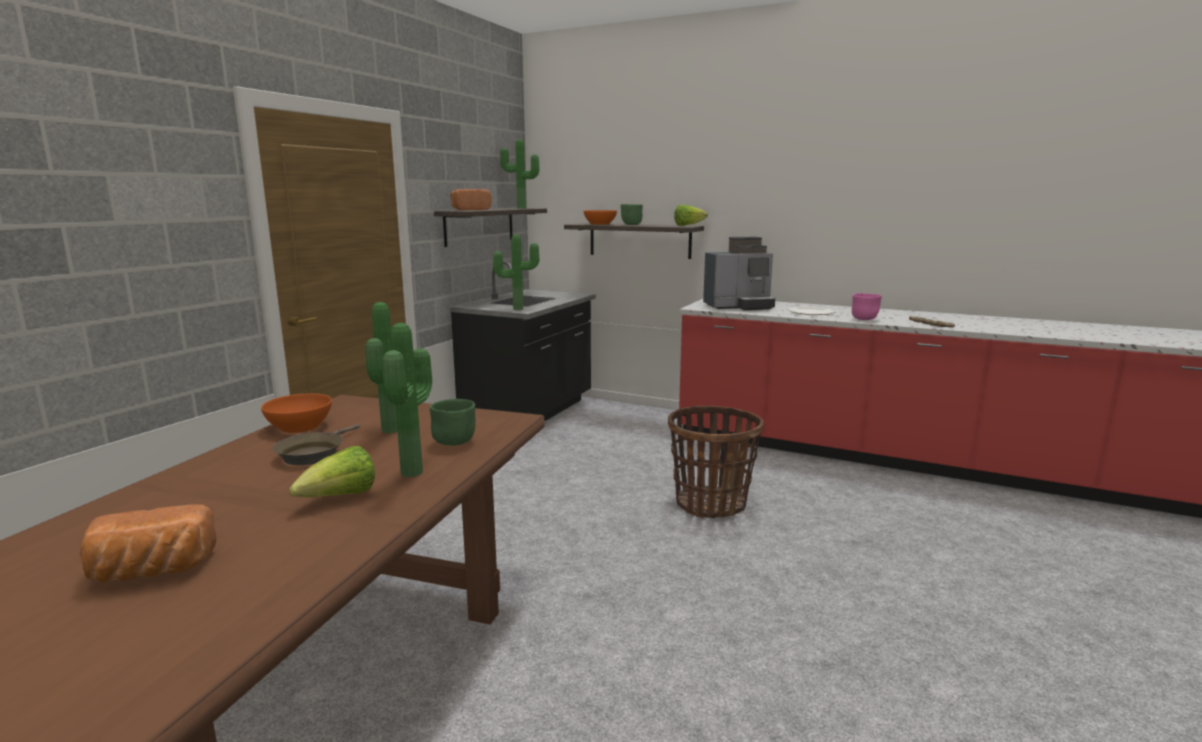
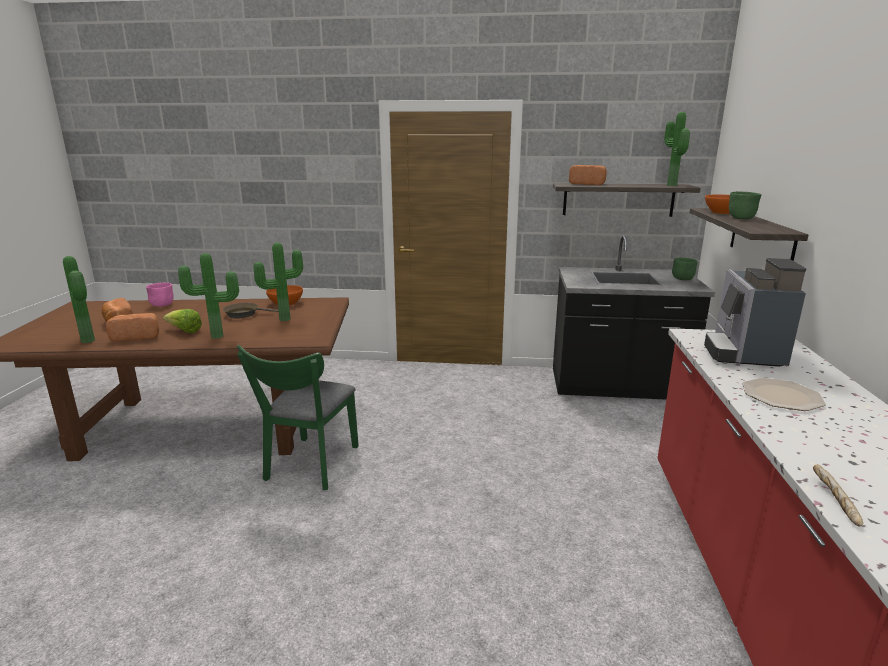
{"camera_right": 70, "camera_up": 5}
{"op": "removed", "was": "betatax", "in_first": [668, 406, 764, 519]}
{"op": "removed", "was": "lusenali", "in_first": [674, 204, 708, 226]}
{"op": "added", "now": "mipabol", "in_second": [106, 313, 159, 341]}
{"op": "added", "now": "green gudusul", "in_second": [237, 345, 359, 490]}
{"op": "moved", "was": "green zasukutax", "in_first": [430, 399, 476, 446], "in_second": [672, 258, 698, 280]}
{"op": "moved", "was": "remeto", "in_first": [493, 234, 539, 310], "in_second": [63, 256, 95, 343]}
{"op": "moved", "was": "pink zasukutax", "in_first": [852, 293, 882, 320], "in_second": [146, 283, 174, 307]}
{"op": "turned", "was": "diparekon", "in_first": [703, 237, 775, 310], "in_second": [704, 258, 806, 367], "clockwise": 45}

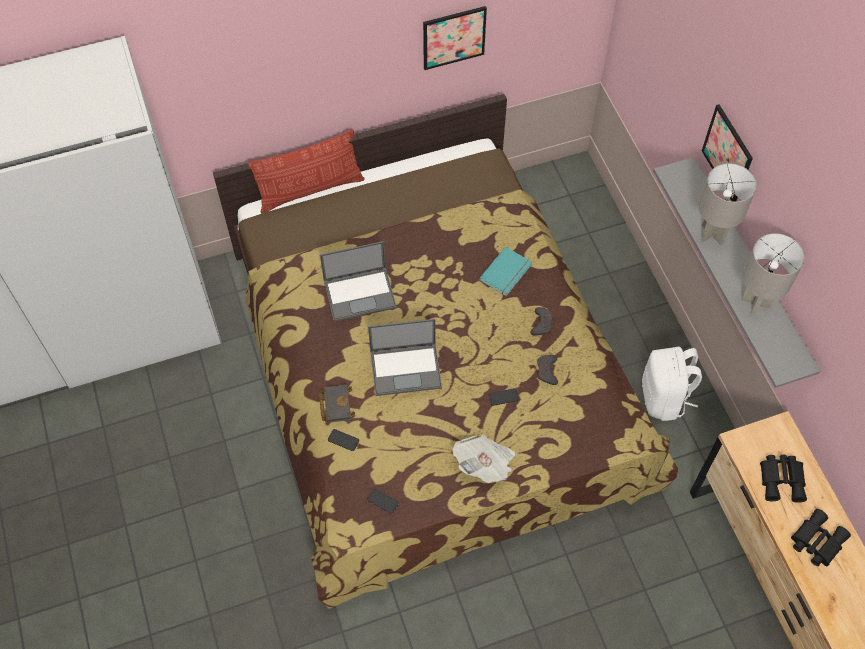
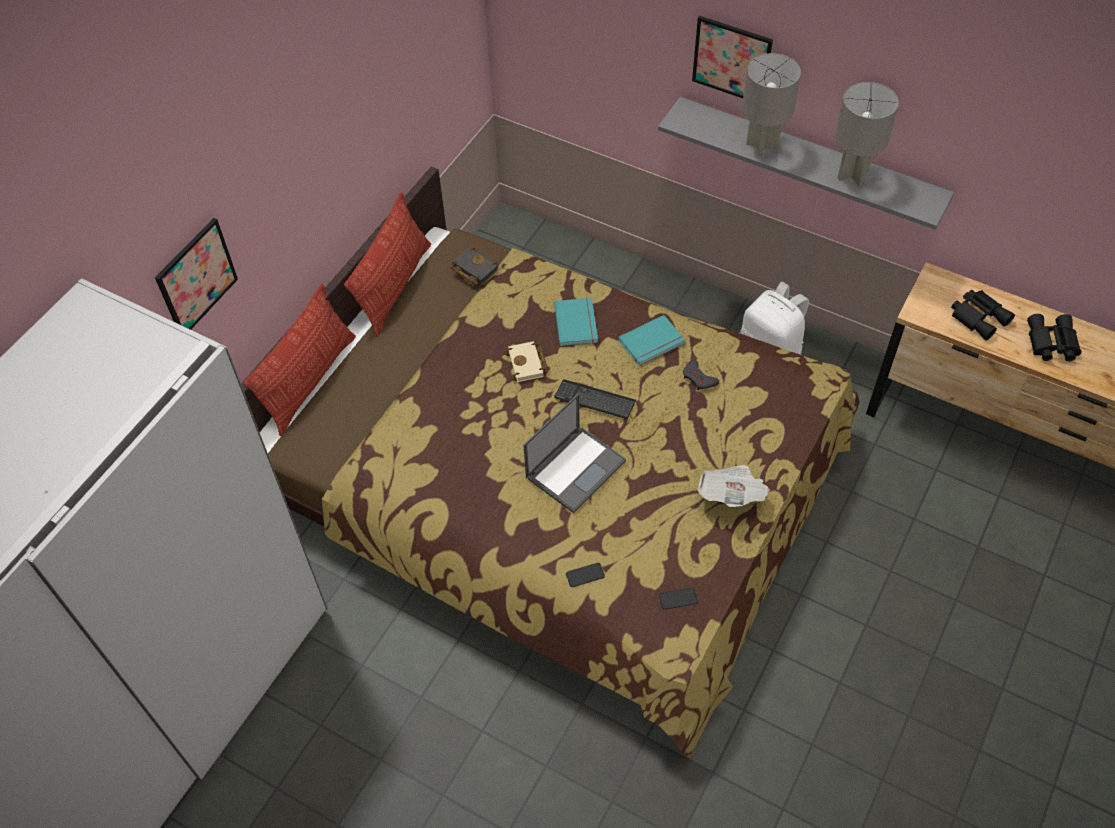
{"camera_right": -40, "camera_up": -5}
{"op": "removed", "was": "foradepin", "in_first": [320, 241, 397, 322]}
{"op": "removed", "was": "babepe", "in_first": [488, 388, 519, 406]}
{"op": "added", "now": "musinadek", "in_second": [344, 192, 431, 337]}
{"op": "added", "now": "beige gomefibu", "in_second": [504, 341, 548, 382]}
{"op": "added", "now": "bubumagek", "in_second": [554, 379, 636, 419]}
{"op": "moved", "was": "black gomefibu", "in_first": [319, 384, 355, 423], "in_second": [451, 247, 499, 285]}
{"op": "moved", "was": "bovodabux", "in_first": [423, 6, 487, 70], "in_second": [155, 218, 238, 330]}
{"op": "replaced", "was": "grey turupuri", "now": "turquoise gomefibu", "in_first": [530, 307, 554, 336], "in_second": [618, 315, 685, 366]}

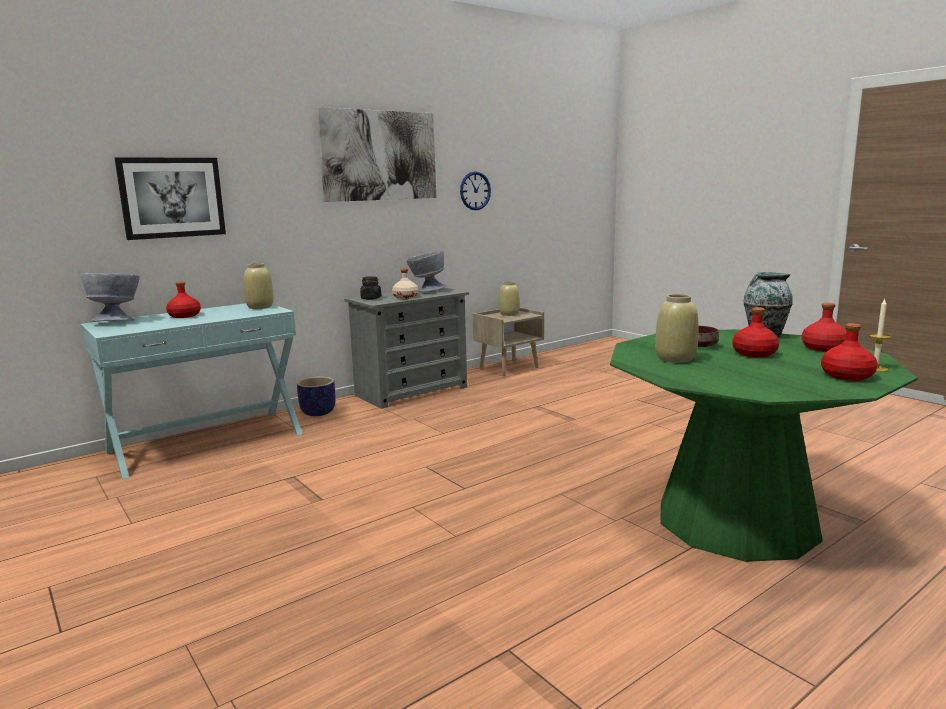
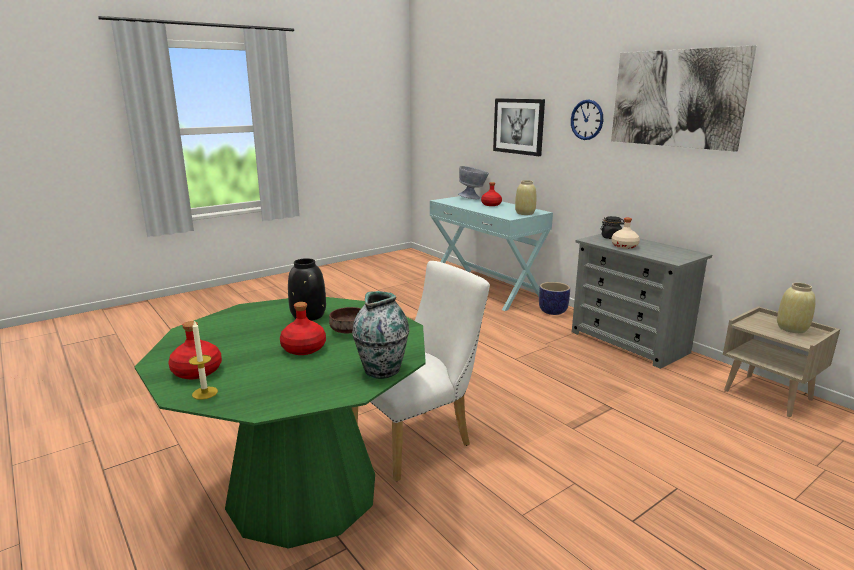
{"camera_right": 90, "camera_up": 5}
{"op": "removed", "was": "grey zasukutax", "in_first": [406, 251, 446, 292]}
{"op": "removed", "was": "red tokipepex", "in_first": [802, 303, 846, 352]}
{"op": "added", "now": "white gudusul", "in_second": [352, 261, 490, 481]}
{"op": "moved", "was": "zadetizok", "in_first": [460, 171, 491, 210], "in_second": [571, 100, 603, 140]}
{"op": "recoloured", "was": "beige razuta", "now": "black razuta", "in_first": [655, 294, 699, 363], "in_second": [288, 258, 326, 321]}

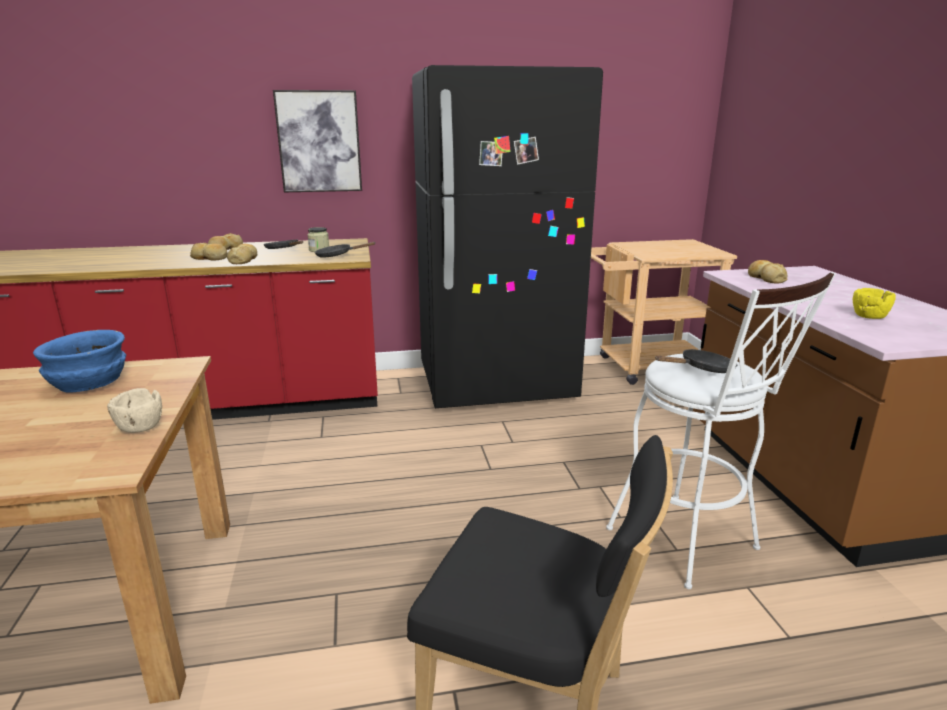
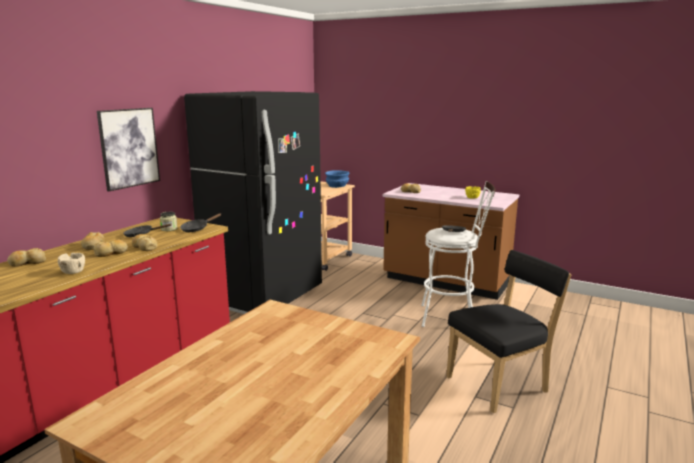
{"camera_right": -50, "camera_up": -5}
{"op": "added", "now": "mipabol", "in_second": [7, 248, 46, 267]}
{"op": "moved", "was": "blue zasukutax", "in_first": [33, 330, 126, 393], "in_second": [325, 170, 349, 188]}
{"op": "moved", "was": "beige zasukutax", "in_first": [107, 388, 162, 433], "in_second": [58, 253, 85, 274]}

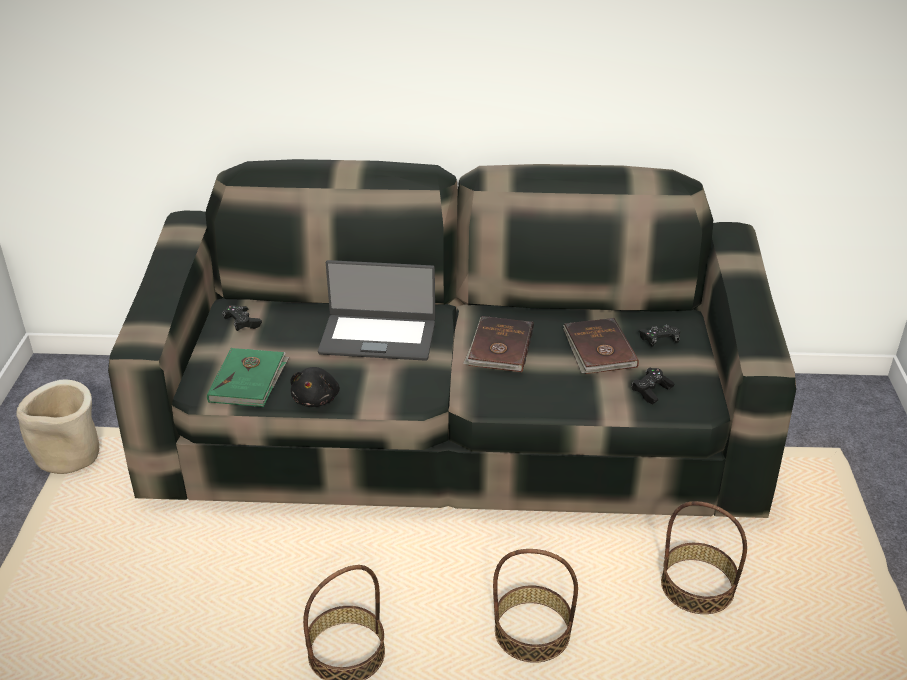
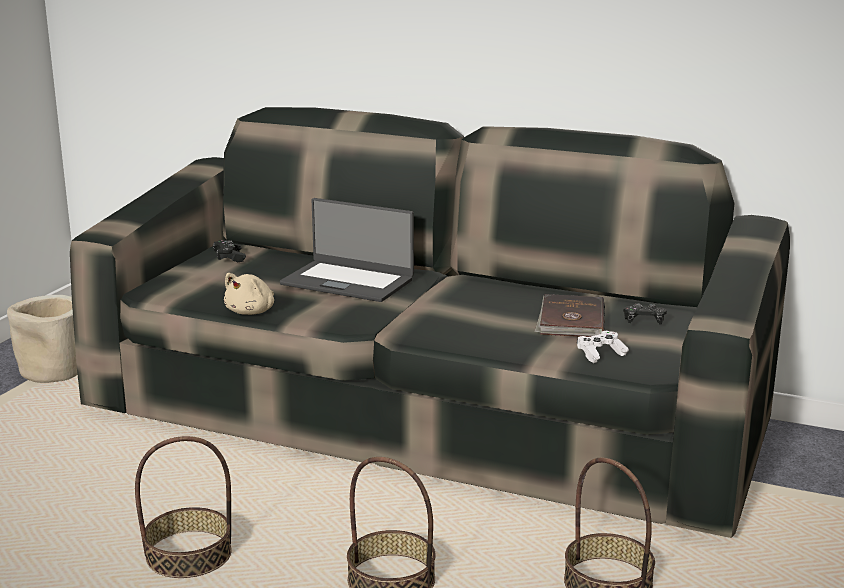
{"camera_right": 20, "camera_up": -15}
{"op": "removed", "was": "green gomefibu", "in_first": [207, 348, 289, 407]}
{"op": "removed", "was": "brown gomefibu", "in_first": [463, 316, 534, 372]}
{"op": "recoloured", "was": "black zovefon", "now": "beige zovefon", "in_first": [290, 367, 340, 407], "in_second": [224, 273, 274, 315]}
{"op": "recoloured", "was": "black turupuri", "now": "white turupuri", "in_first": [631, 368, 674, 405], "in_second": [577, 331, 629, 363]}

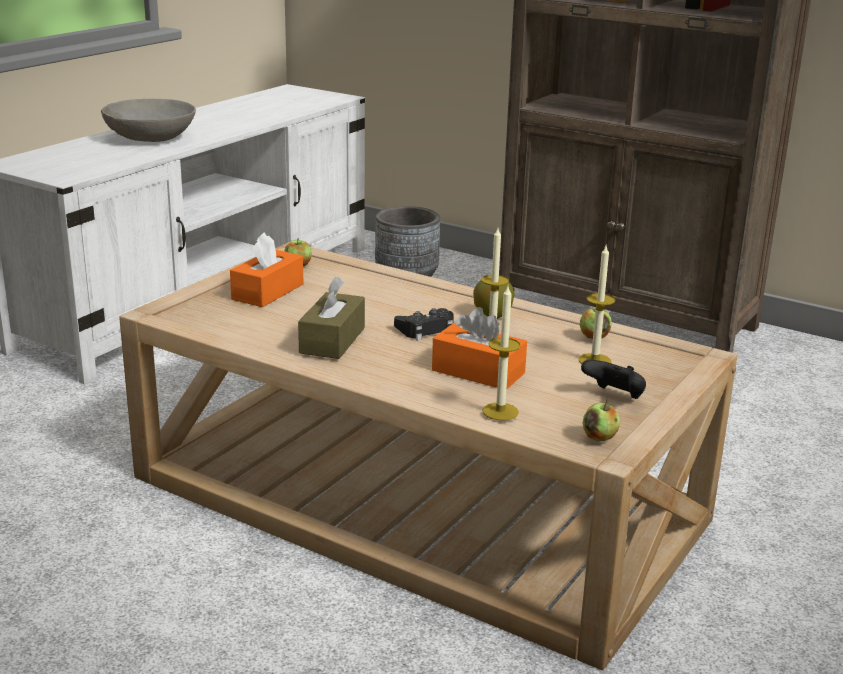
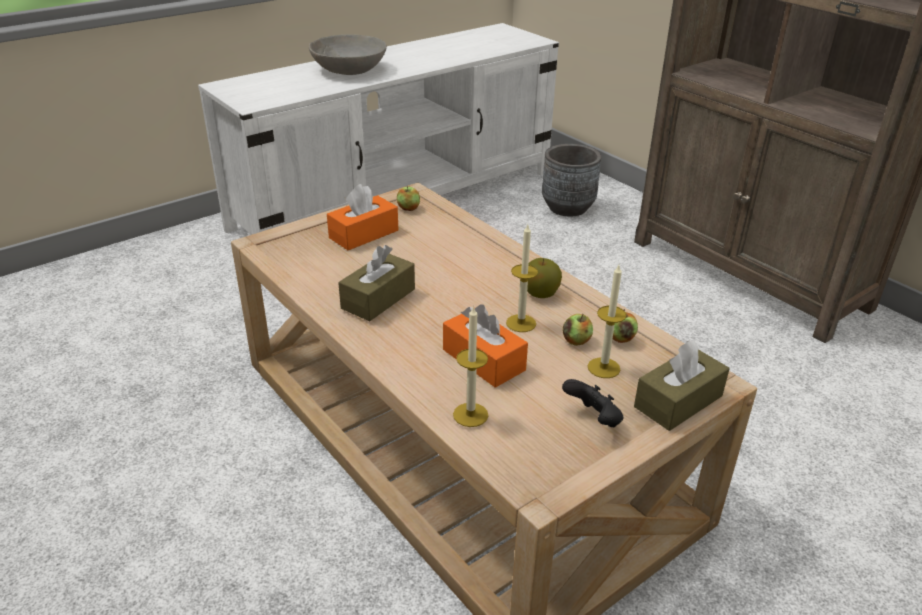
{"camera_right": 20, "camera_up": 10}
{"op": "removed", "was": "black turupuri", "in_first": [394, 308, 454, 340]}
{"op": "added", "now": "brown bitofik", "in_second": [634, 340, 730, 431]}
{"op": "moved", "was": "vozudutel", "in_first": [583, 400, 620, 441], "in_second": [563, 314, 593, 346]}

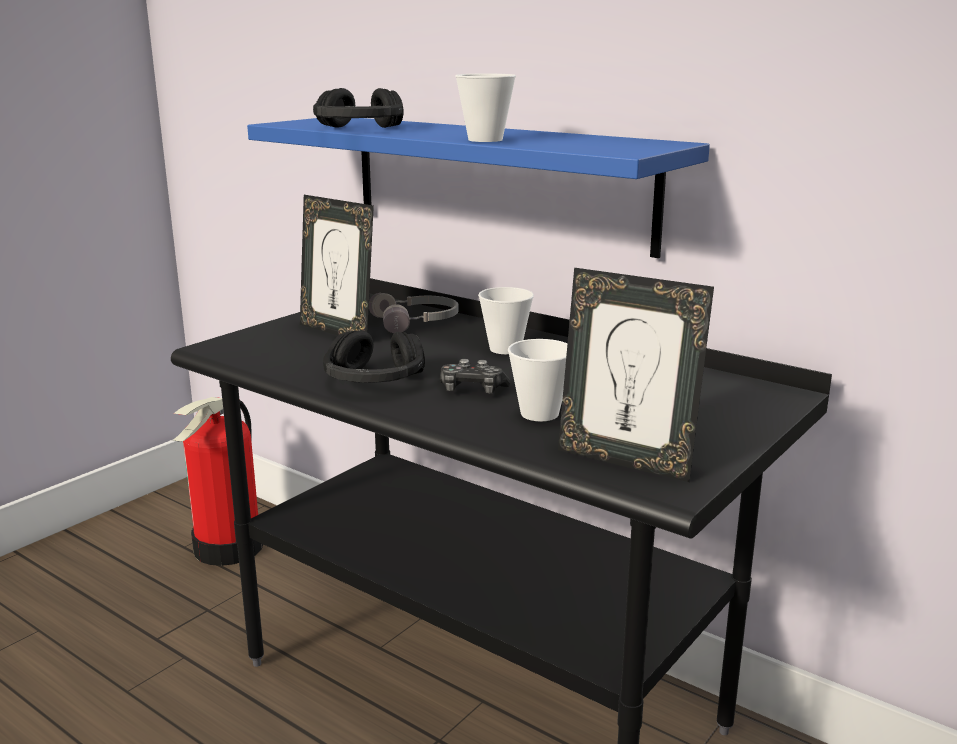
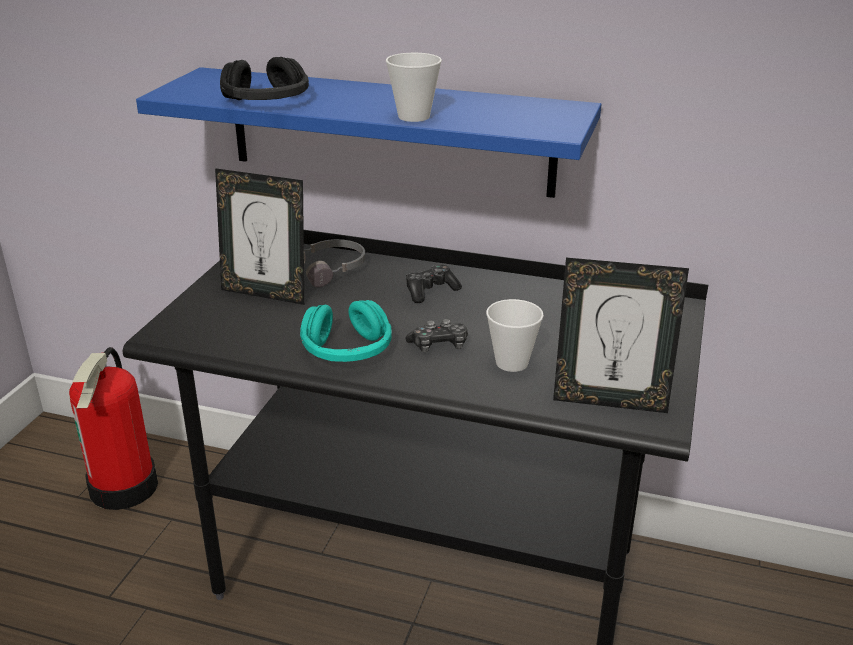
{"camera_right": -20, "camera_up": 10}
{"op": "replaced", "was": "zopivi", "now": "turupuri", "in_first": [478, 287, 534, 354], "in_second": [406, 265, 462, 303]}
{"op": "recoloured", "was": "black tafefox", "now": "turquoise tafefox", "in_first": [323, 330, 425, 383], "in_second": [300, 300, 392, 362]}

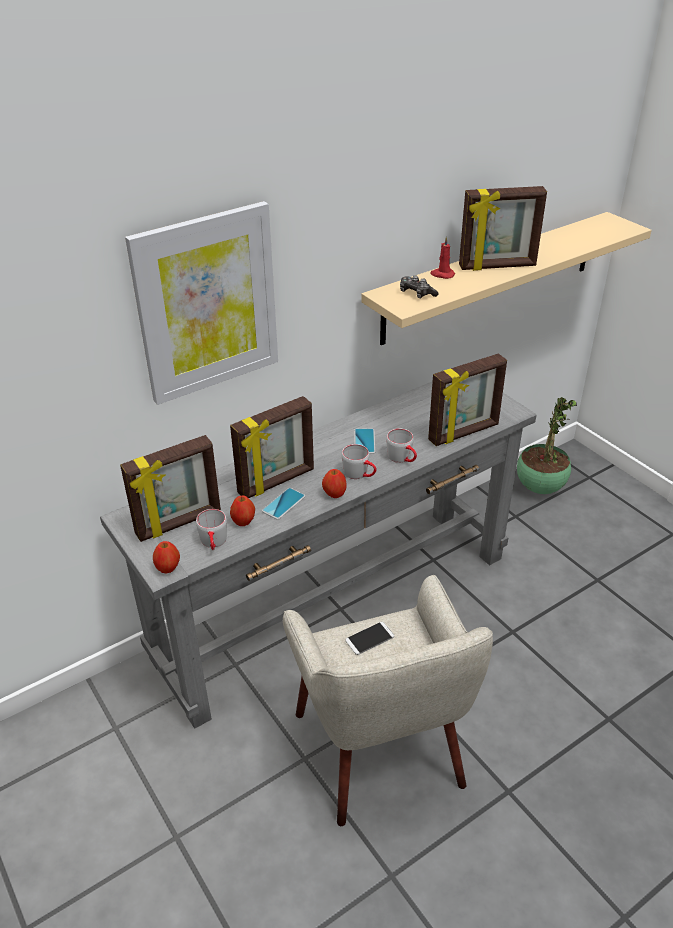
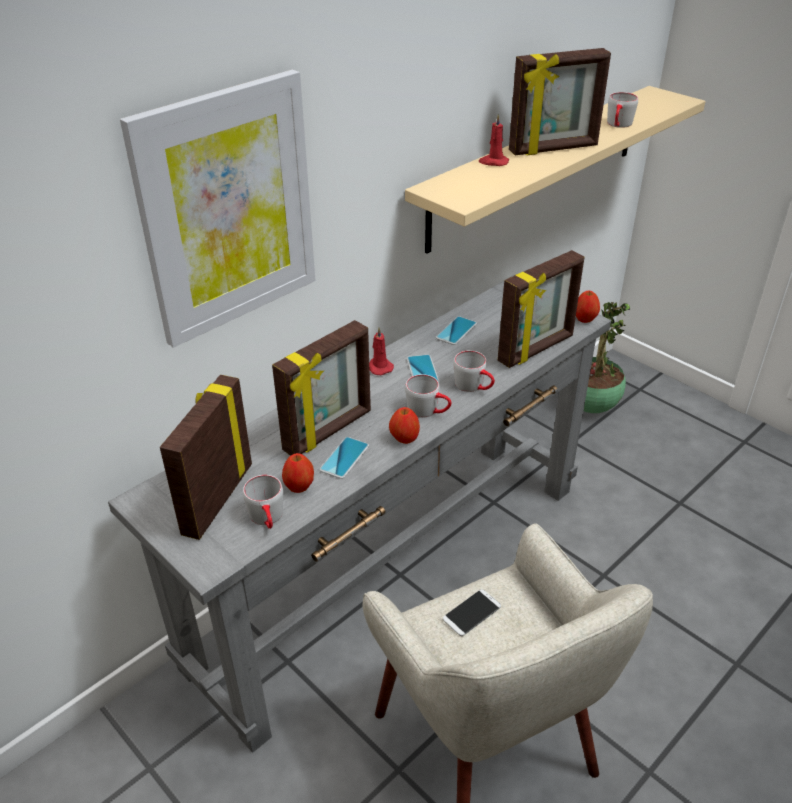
{"camera_right": -10, "camera_up": 0}
{"op": "removed", "was": "turupuri", "in_first": [400, 275, 438, 298]}
{"op": "added", "now": "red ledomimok", "in_second": [369, 327, 394, 375]}
{"op": "added", "now": "babepe", "in_second": [436, 316, 477, 345]}
{"op": "added", "now": "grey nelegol", "in_second": [607, 92, 638, 128]}
{"op": "moved", "was": "vozudutel", "in_first": [153, 541, 180, 574], "in_second": [576, 291, 600, 323]}
{"op": "turned", "was": "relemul", "in_first": [120, 435, 221, 542], "in_second": [160, 375, 252, 540], "clockwise": 150}

